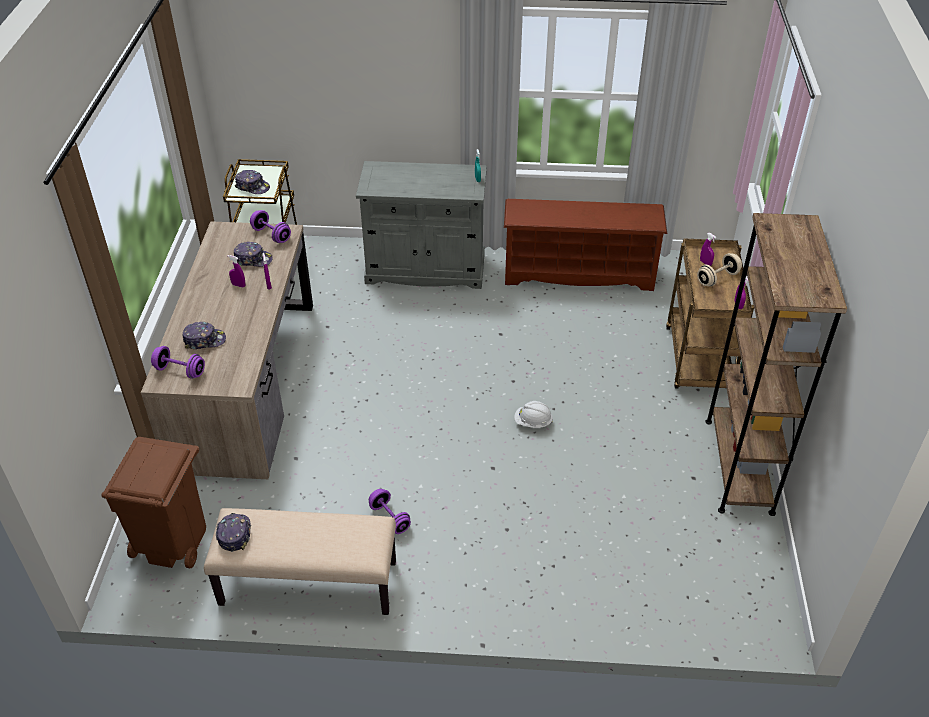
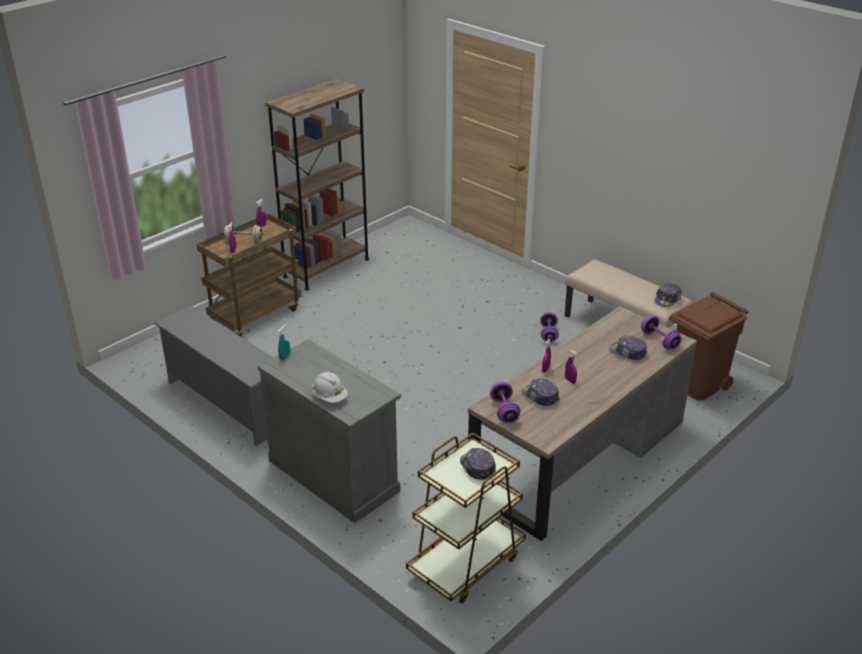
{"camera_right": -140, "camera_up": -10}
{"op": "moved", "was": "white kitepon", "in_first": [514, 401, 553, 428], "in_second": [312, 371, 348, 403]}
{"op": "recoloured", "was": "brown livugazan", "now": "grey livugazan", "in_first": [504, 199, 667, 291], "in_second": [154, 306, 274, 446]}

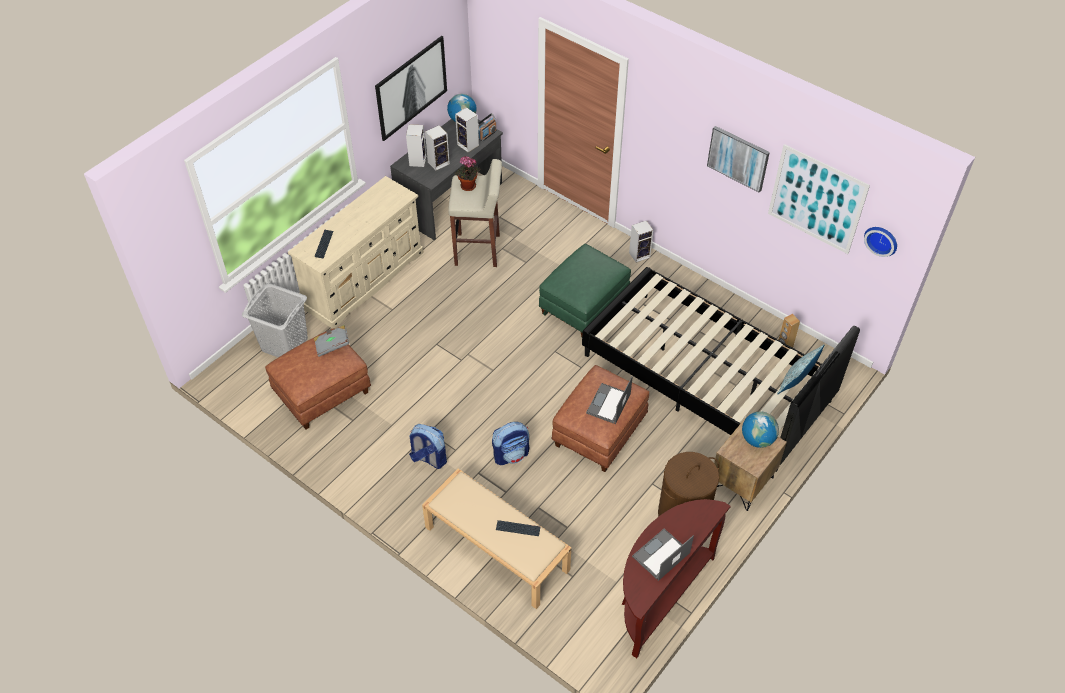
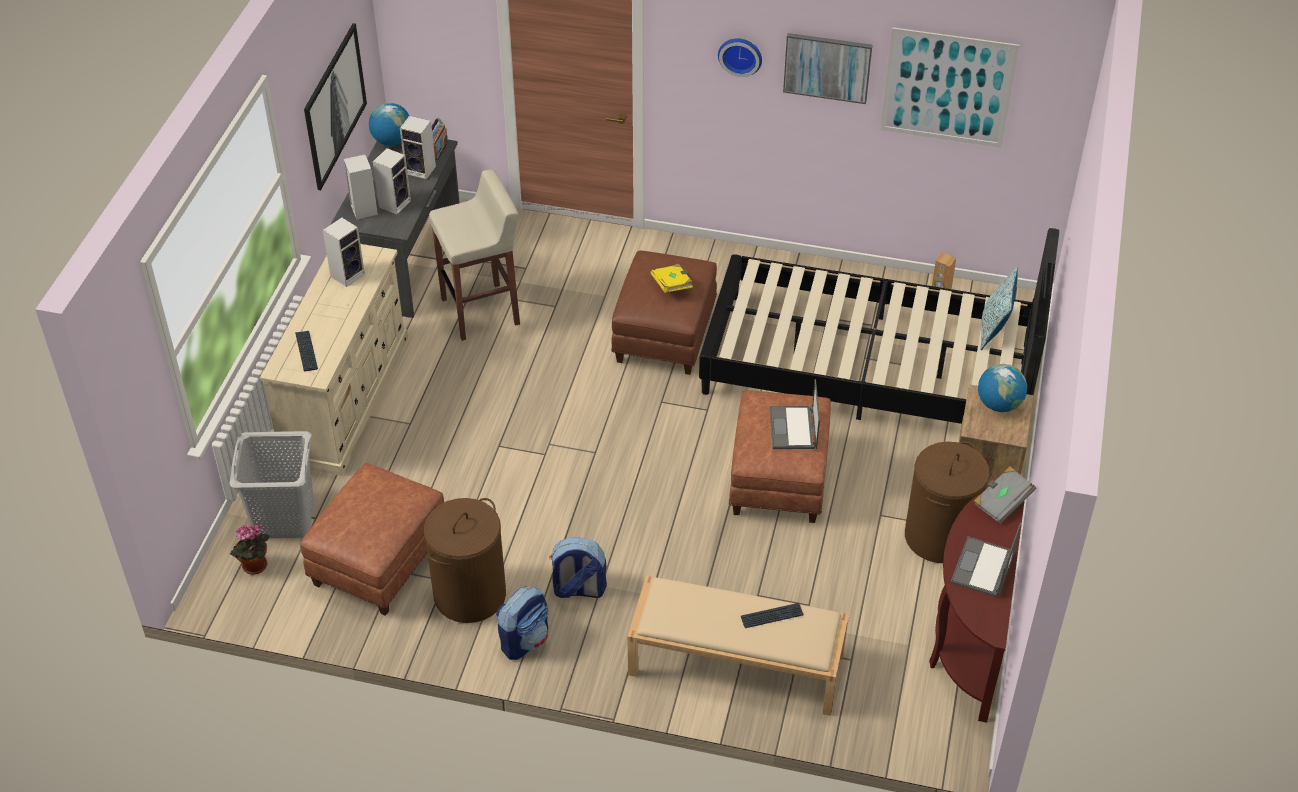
{"camera_right": -25, "camera_up": -5}
{"op": "added", "now": "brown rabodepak", "in_second": [424, 498, 506, 623]}
{"op": "added", "now": "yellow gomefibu", "in_second": [651, 264, 693, 293]}
{"op": "moved", "was": "grey gomefibu", "in_first": [314, 325, 349, 357], "in_second": [974, 466, 1036, 524]}
{"op": "moved", "was": "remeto", "in_first": [454, 156, 480, 191], "in_second": [230, 524, 269, 575]}
{"op": "moved", "was": "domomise", "in_first": [492, 422, 529, 465], "in_second": [496, 586, 549, 660]}
{"op": "moved", "was": "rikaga", "in_first": [629, 221, 653, 263], "in_second": [323, 217, 365, 287]}
{"op": "moved", "was": "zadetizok", "in_first": [864, 227, 897, 257], "in_second": [718, 38, 762, 77]}
{"op": "recoloured", "was": "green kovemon", "now": "brown kovemon", "in_first": [539, 244, 631, 338], "in_second": [611, 251, 717, 375]}

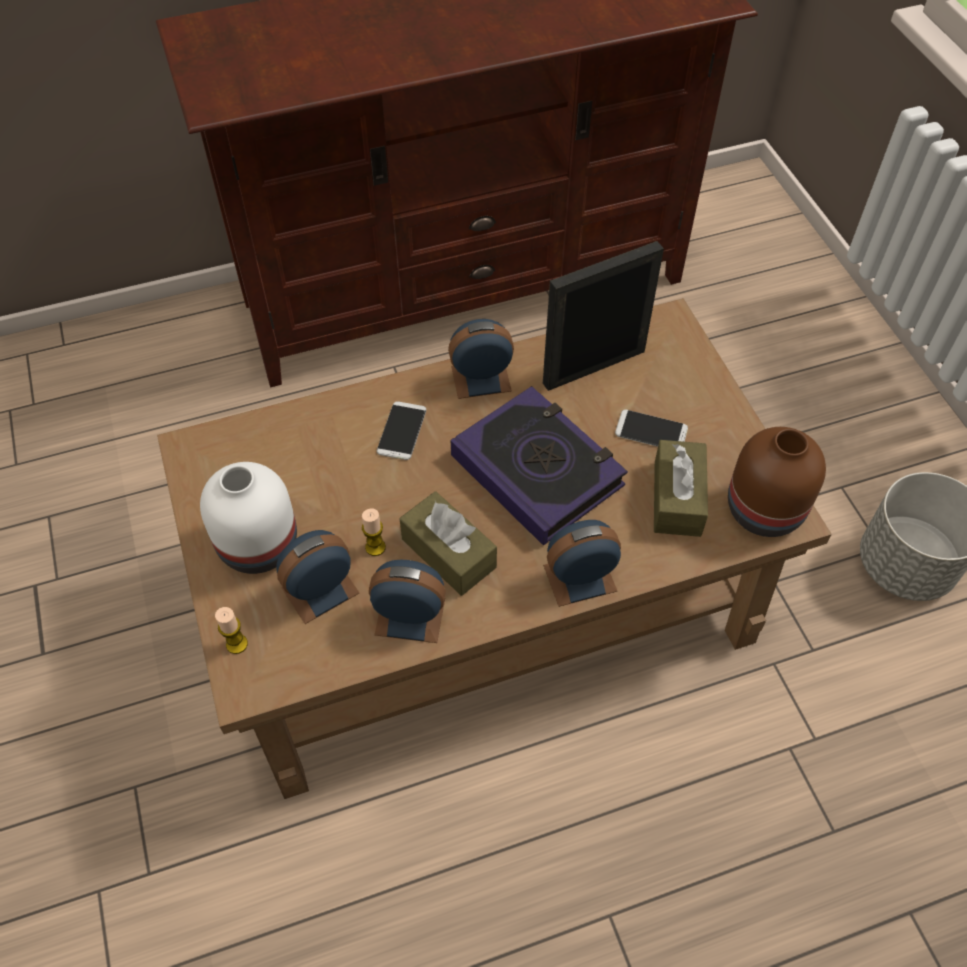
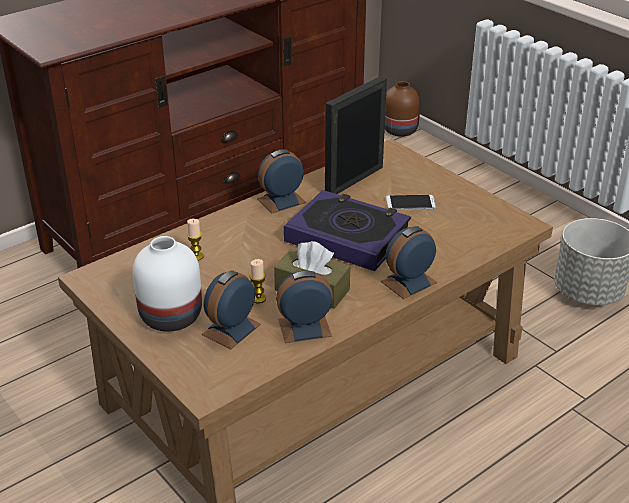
{"camera_right": -20, "camera_up": -20}
{"op": "removed", "was": "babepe", "in_first": [377, 401, 426, 460]}
{"op": "removed", "was": "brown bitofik", "in_first": [654, 440, 708, 537]}
{"op": "moved", "was": "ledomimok", "in_first": [215, 607, 248, 654], "in_second": [187, 219, 204, 261]}
{"op": "moved", "was": "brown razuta", "in_first": [728, 427, 826, 537], "in_second": [385, 81, 420, 137]}

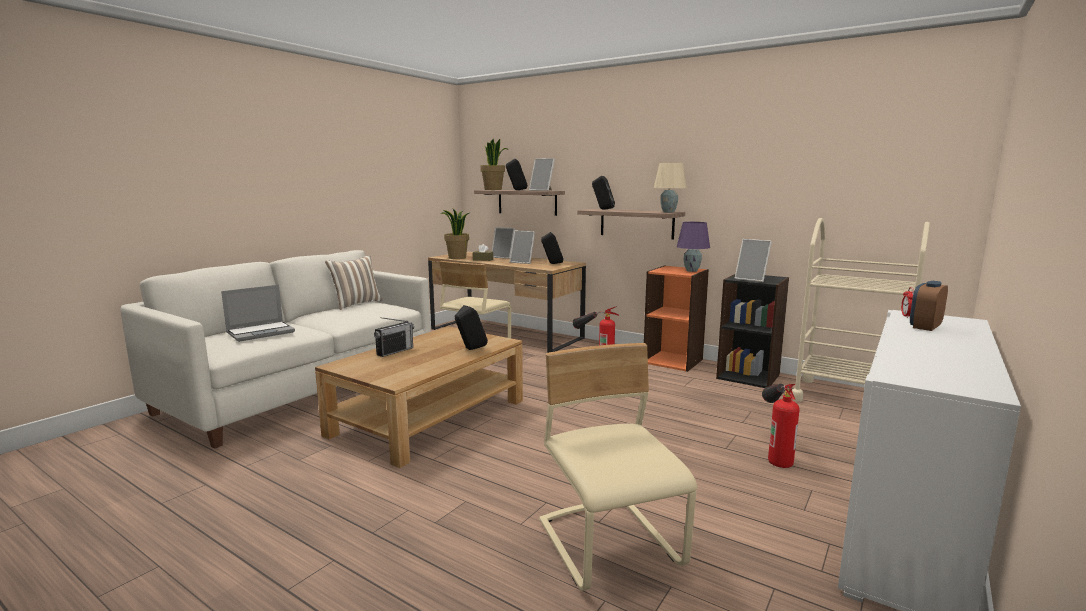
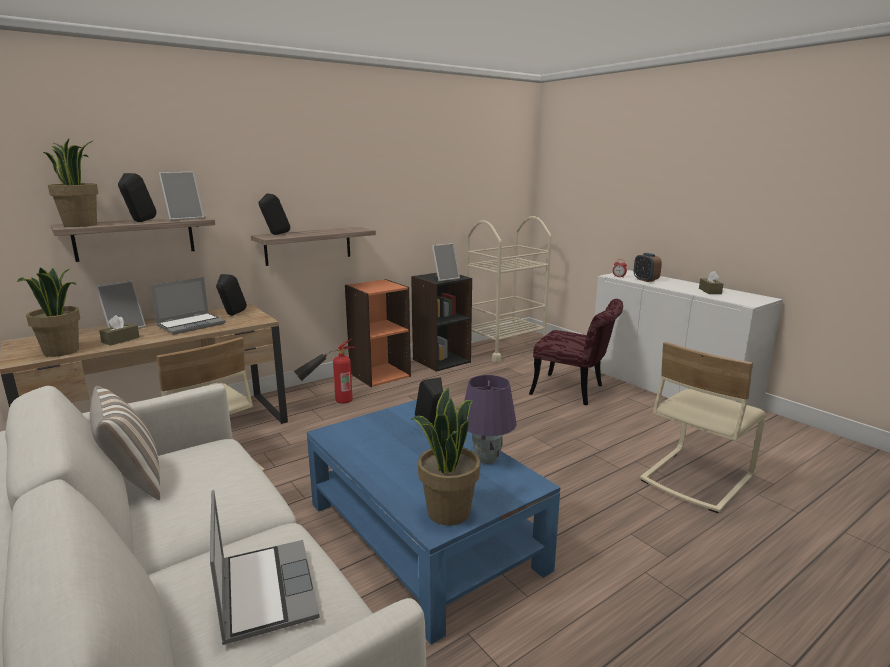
{"camera_right": -70, "camera_up": 5}
{"op": "removed", "was": "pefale", "in_first": [374, 317, 414, 357]}
{"op": "removed", "was": "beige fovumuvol", "in_first": [654, 163, 686, 213]}
{"op": "added", "now": "remeto", "in_second": [412, 387, 480, 526]}
{"op": "added", "now": "brown bitofik", "in_second": [699, 271, 723, 294]}
{"op": "moved", "was": "purple fovumuvol", "in_first": [677, 222, 710, 272], "in_second": [464, 375, 517, 464]}
{"op": "replaced", "was": "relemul", "now": "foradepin", "in_first": [510, 230, 535, 264], "in_second": [150, 277, 226, 335]}
{"op": "replaced", "was": "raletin", "now": "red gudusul", "in_first": [762, 384, 800, 468], "in_second": [529, 299, 623, 405]}
{"op": "recoloured", "was": "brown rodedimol", "now": "blue rodedimol", "in_first": [315, 326, 523, 468], "in_second": [307, 400, 560, 644]}
{"op": "turned", "was": "beige gudusul", "in_first": [539, 343, 697, 591], "in_second": [640, 342, 766, 513], "clockwise": -45}

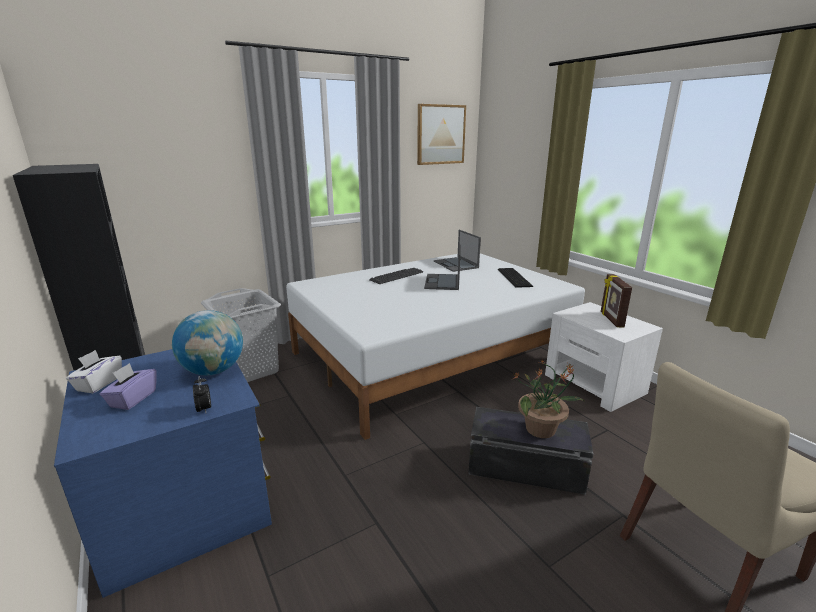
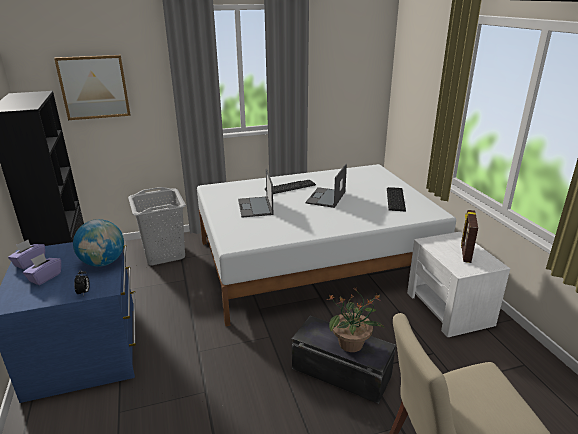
{"camera_right": 15, "camera_up": 5}
{"op": "moved", "was": "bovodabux", "in_first": [417, 104, 466, 165], "in_second": [54, 55, 131, 120]}
{"op": "moved", "was": "foradepin", "in_first": [434, 230, 481, 272], "in_second": [238, 169, 273, 217]}
{"op": "recoloured", "was": "white bitofik", "now": "purple bitofik", "in_first": [66, 350, 122, 393], "in_second": [8, 240, 45, 269]}

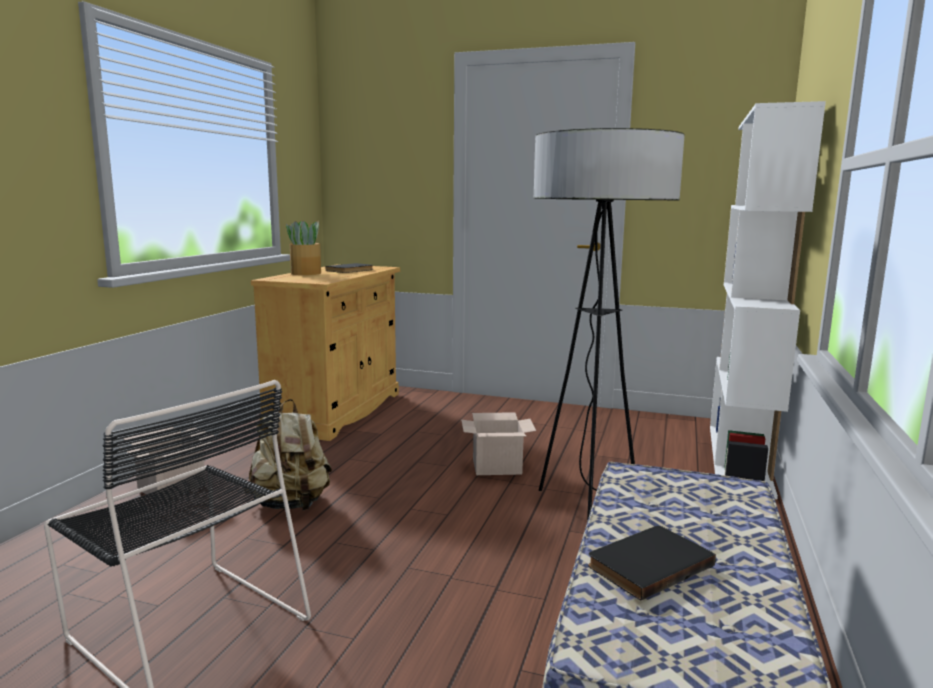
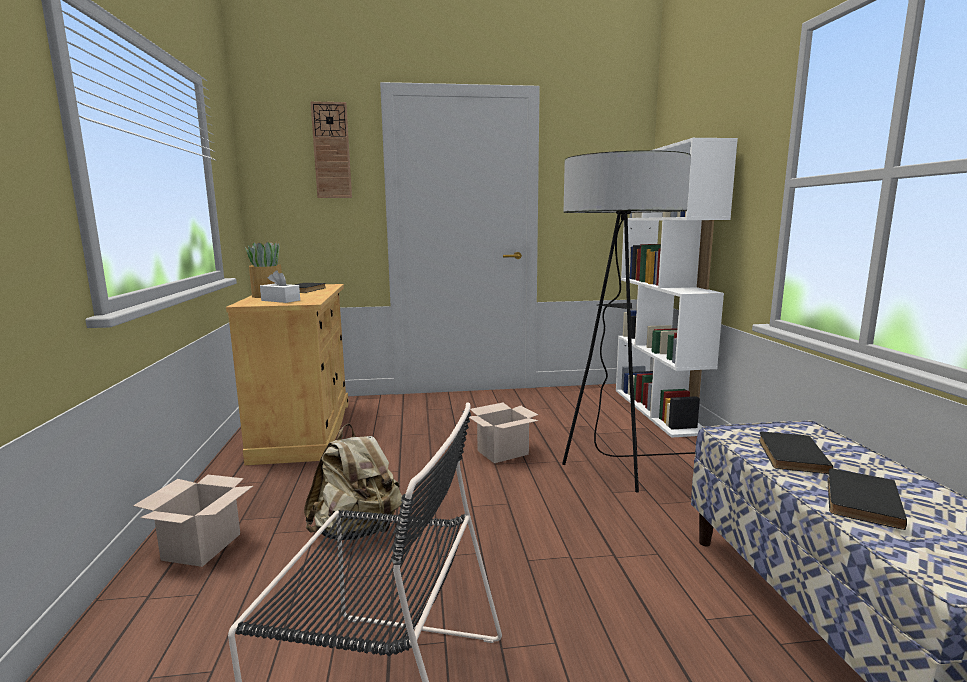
{"camera_right": -25, "camera_up": 0}
{"op": "added", "now": "white bitofik", "in_second": [260, 271, 300, 303]}
{"op": "added", "now": "zadetizok", "in_second": [311, 101, 352, 198]}
{"op": "added", "now": "black gomefibu", "in_second": [759, 432, 833, 474]}

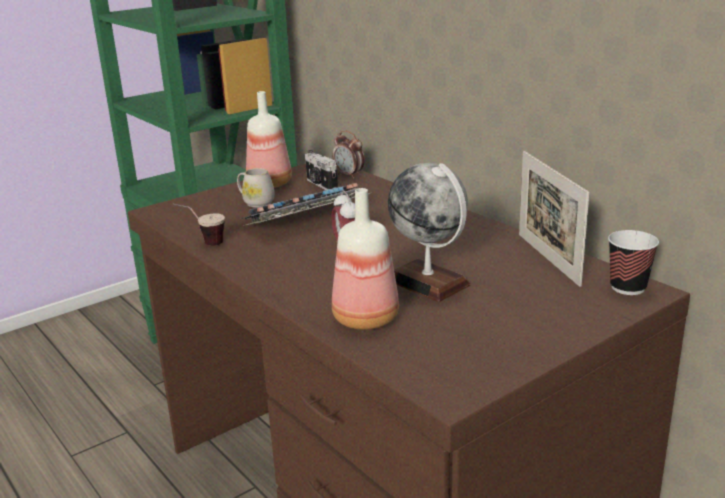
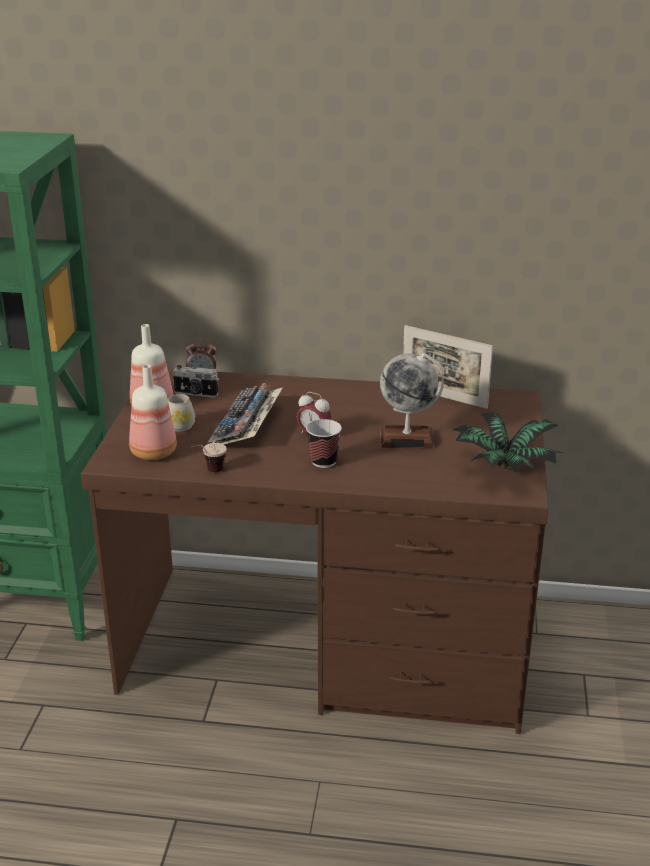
{"camera_right": -45, "camera_up": 5}
{"op": "added", "now": "remeto", "in_second": [452, 412, 562, 473]}
{"op": "moved", "was": "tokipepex", "in_first": [332, 188, 399, 330], "in_second": [129, 365, 177, 460]}
{"op": "moved", "was": "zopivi", "in_first": [608, 230, 659, 295], "in_second": [306, 419, 342, 468]}

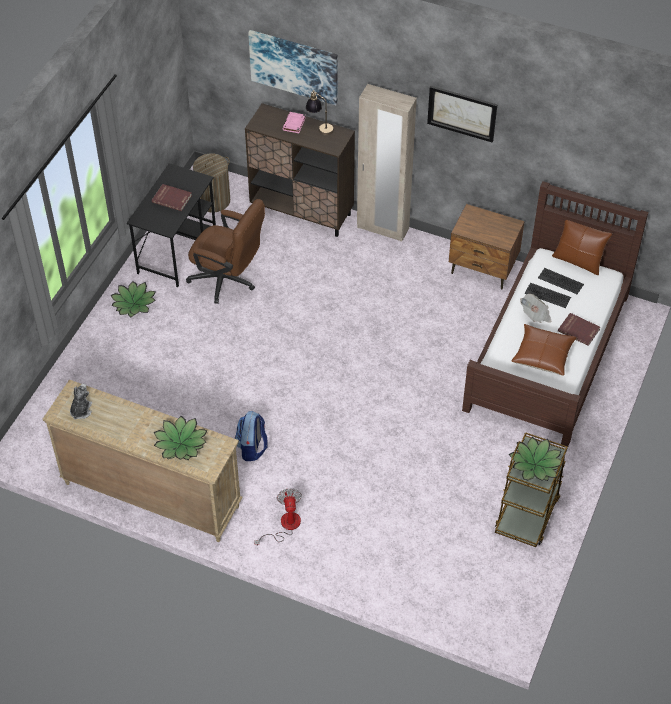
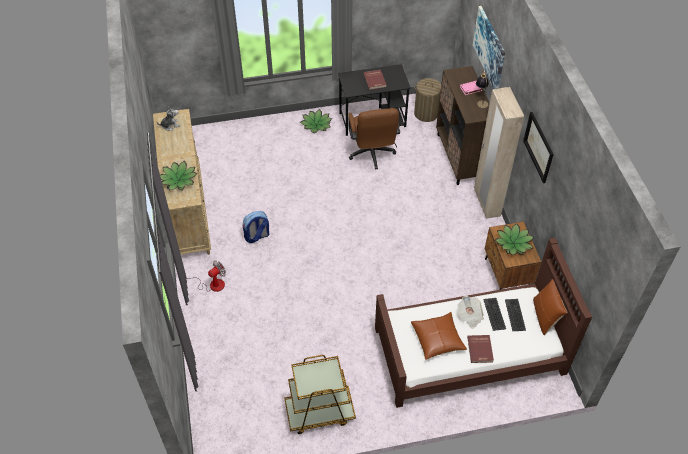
{"camera_right": 55, "camera_up": 0}
{"op": "moved", "was": "remeto", "in_first": [509, 437, 564, 481], "in_second": [495, 224, 534, 255]}

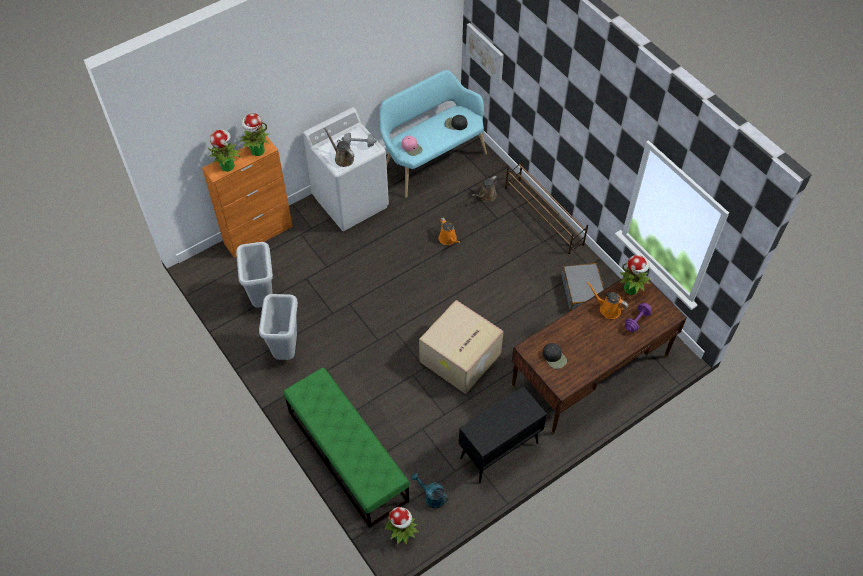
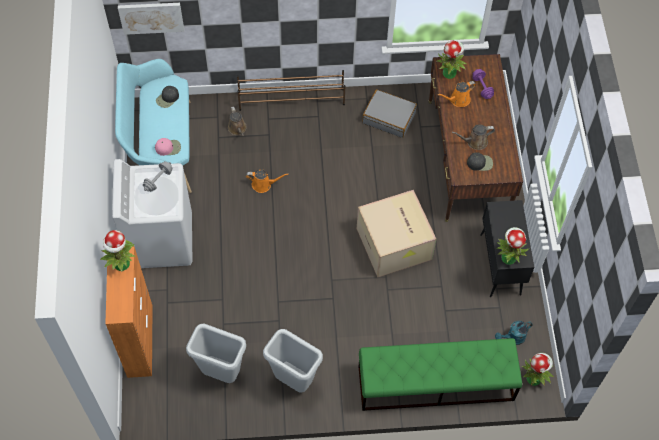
{"camera_right": -60, "camera_up": 5}
{"op": "moved", "was": "remeto", "in_first": [208, 130, 241, 172], "in_second": [497, 227, 529, 265]}
{"op": "moved", "was": "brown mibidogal", "in_first": [324, 127, 354, 167], "in_second": [452, 124, 495, 150]}

